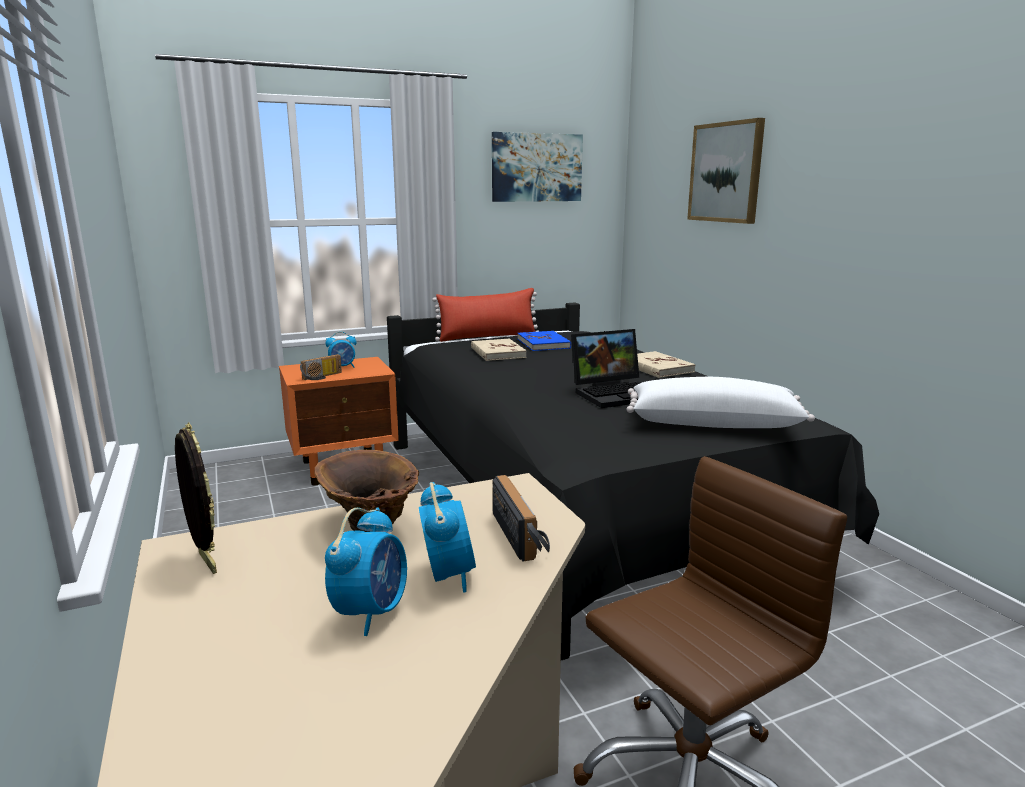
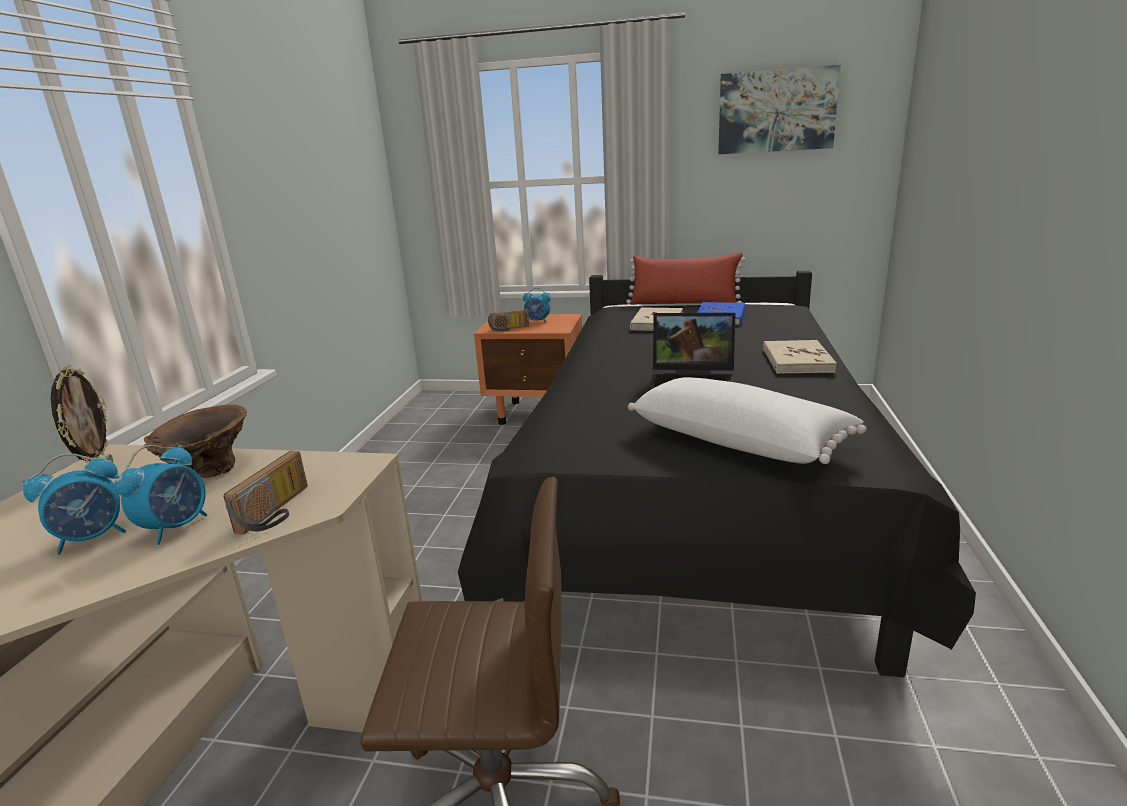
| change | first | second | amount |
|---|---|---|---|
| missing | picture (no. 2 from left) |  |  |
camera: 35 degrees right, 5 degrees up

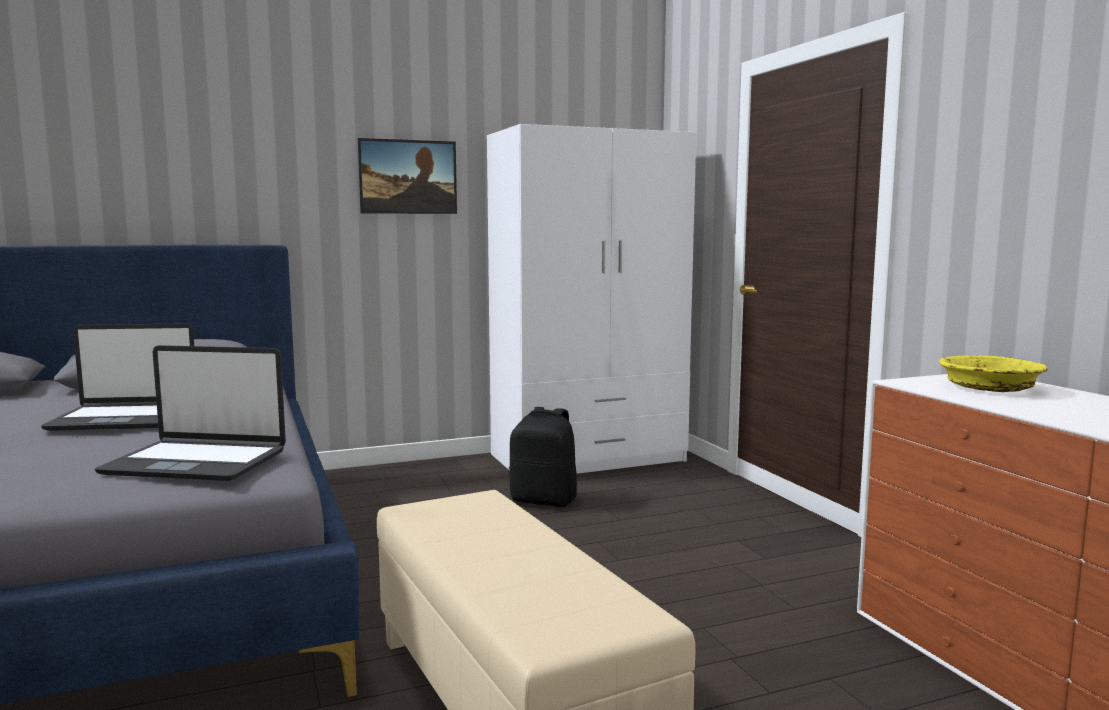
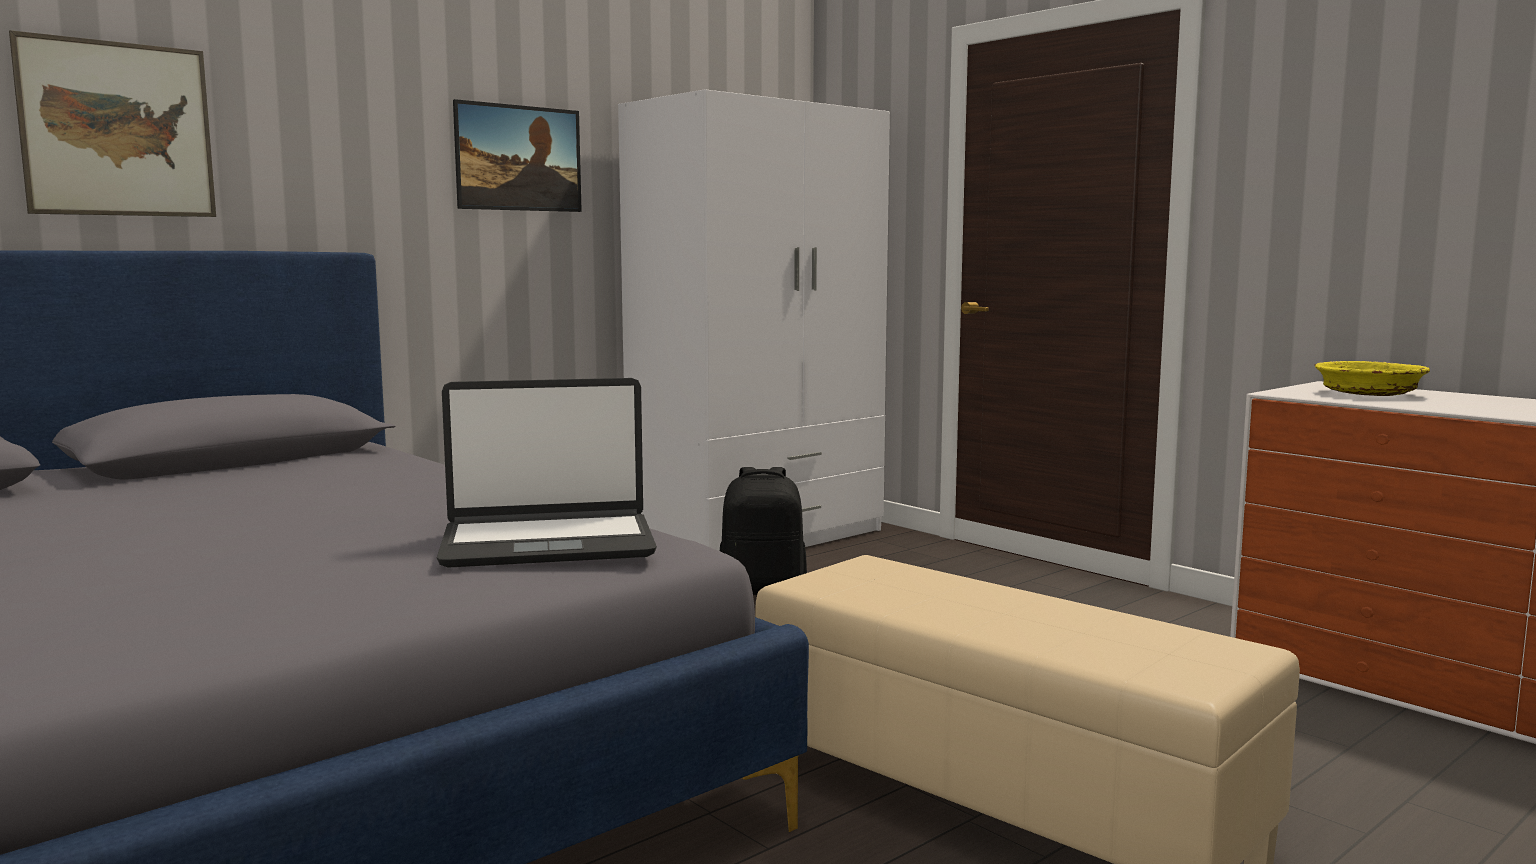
| change | first | second | amount |
|---|---|---|---|
| missing | portable computer (no. 1 from left) |  |  |
| appeared |  | picture (no. 1 from left) |  |
camera: 20 degrees left, 0 degrees up

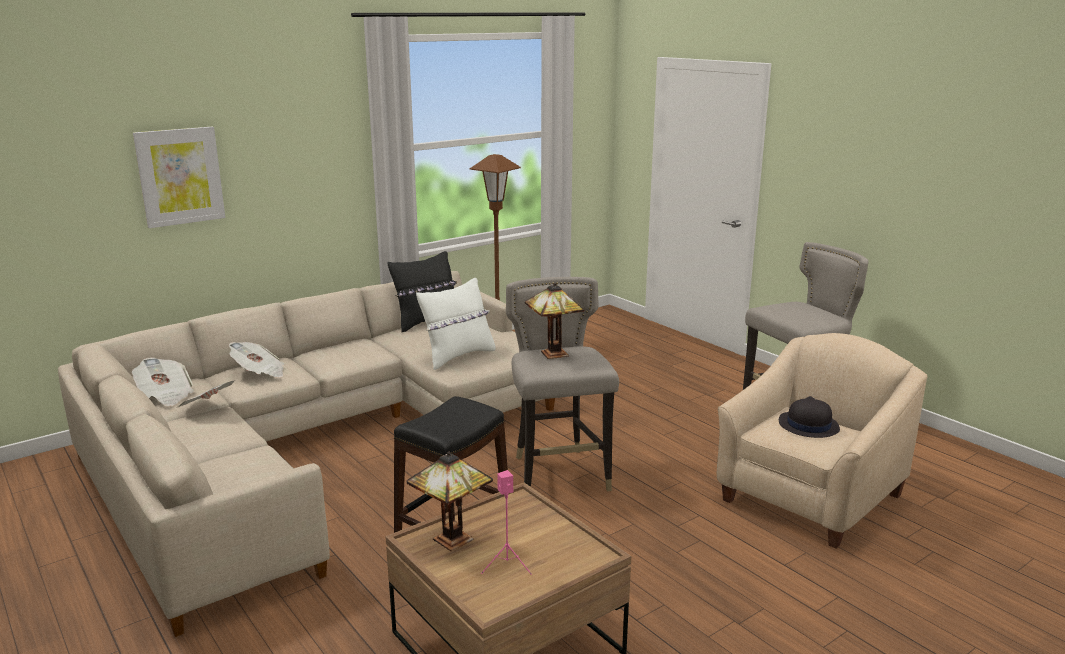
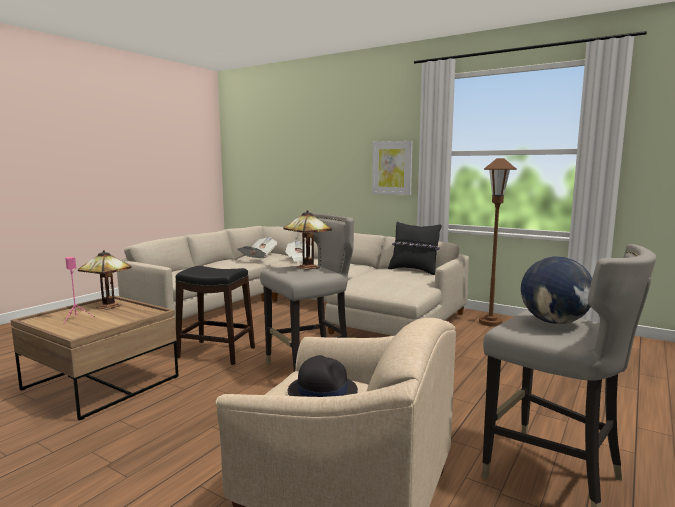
| change | first | second | amount |
|---|---|---|---|
| relocated | picture |  |  |
| missing | throw pillow (white-coloured) |  |  |
| appeared |  | desk globe |  |
camera: 70 degrees right, 10 degrees down

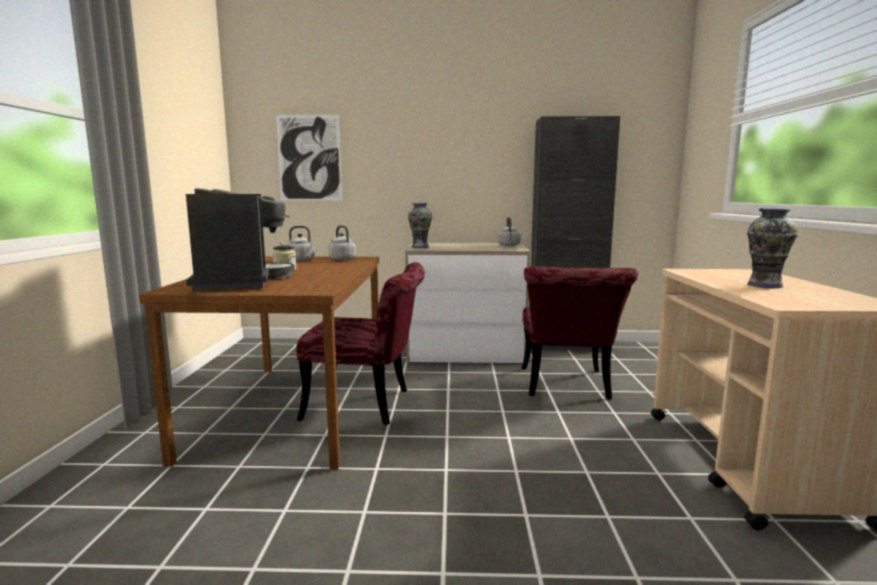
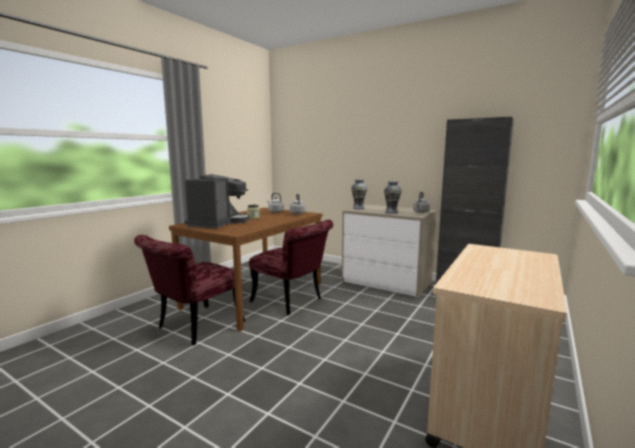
| change | first | second | amount |
|---|---|---|---|
| missing | picture |  |  |
| relocated | decorative vase (no. 2 from left) |  |  |
| relocated | chair (reddish) (no. 2 from left in the first image) | chair (reddish) (no. 1 from left) |  |
camera: 30 degrees right, 0 degrees up

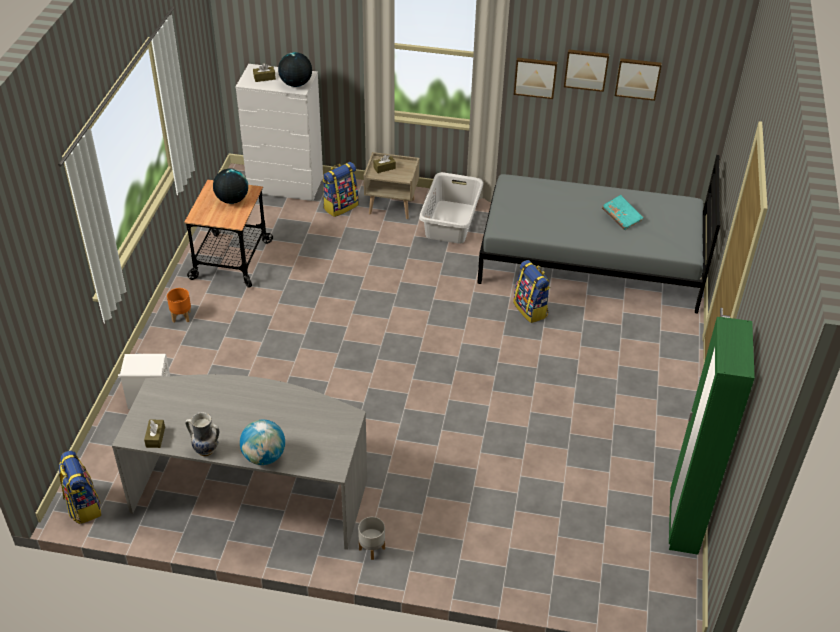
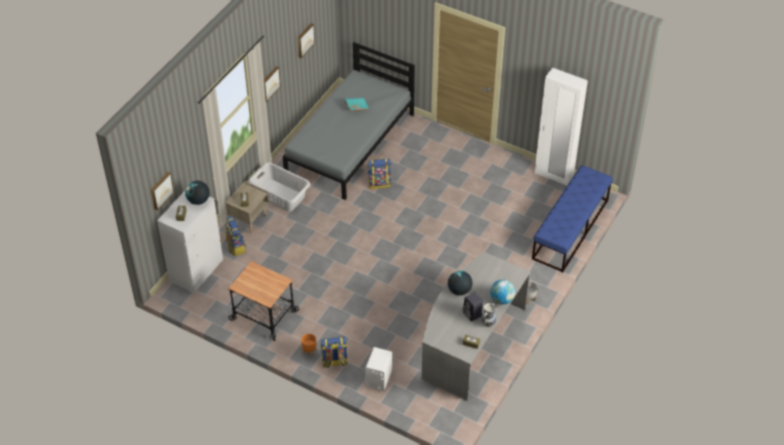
| change | first | second | amount |
|---|---|---|---|
| relocated | picture (no. 2 from left in the first image) | picture (no. 1 from left) |  |
| relocated | desk globe (no. 1 from left in the first image) | desk globe (no. 2 from left) |  |
| colour | clothes cupboard (green) | clothes cupboard (white-coloured) |  |
| relocated | rucksack (no. 1 from left in the first image) | rucksack (no. 2 from left) |  |
| appeared |  | indoor bench (blue) |  |
| appeared |  | audio speaker (black-coloured) |  |
camera: 70 degrees left, 5 degrees up

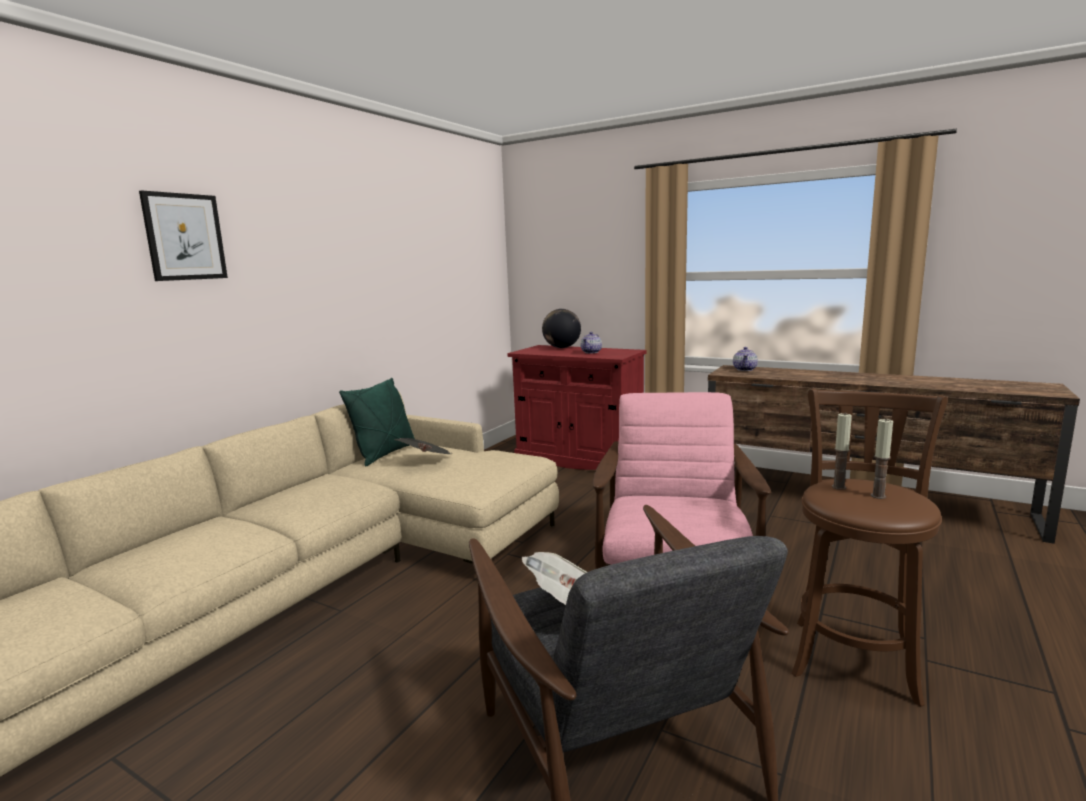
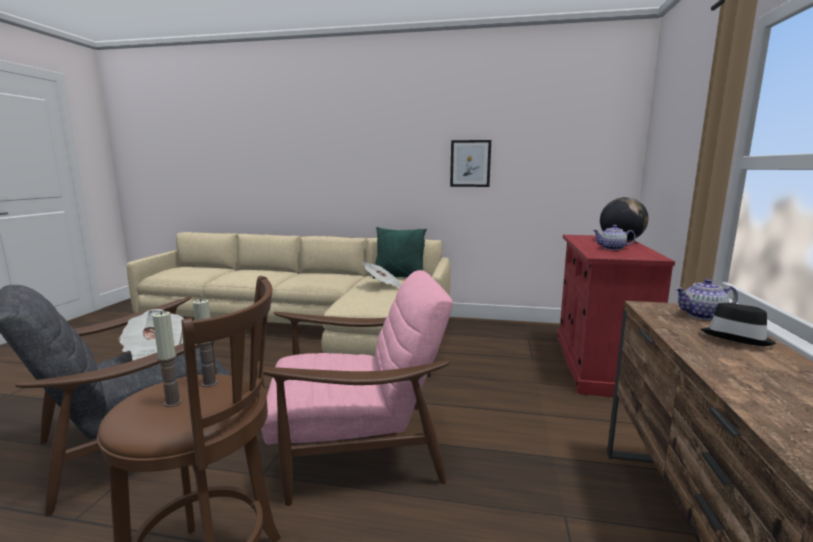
| change | first | second | amount |
|---|---|---|---|
| relocated | picture |  |  |
| appeared |  | hat (black-coloured) |  |
camera: 70 degrees right, 0 degrees up

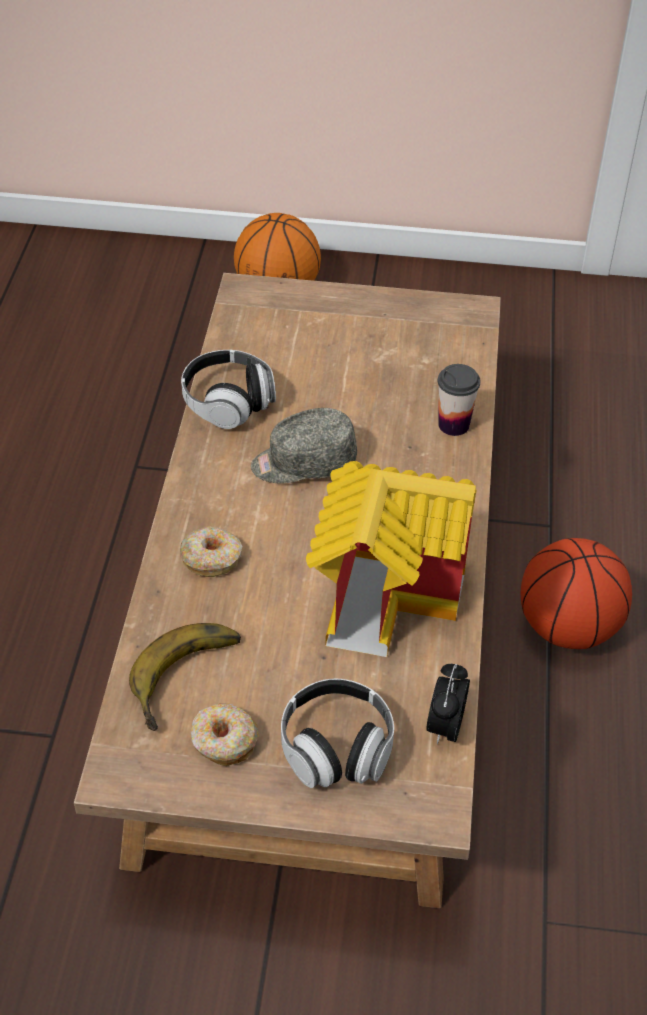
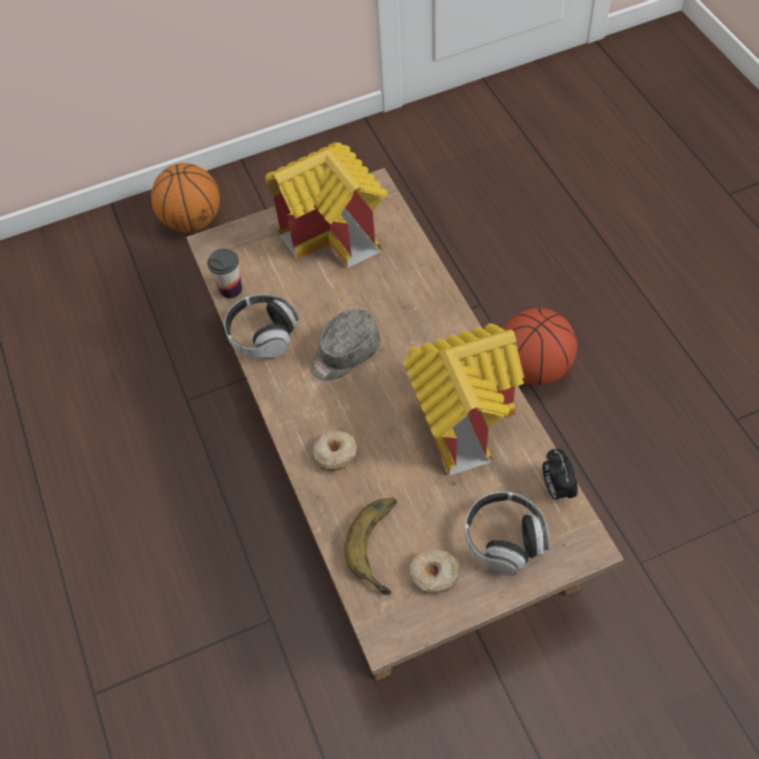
| change | first | second | amount |
|---|---|---|---|
| relocated | cup |  |  |
| appeared |  | model house (no. 1 from left) |  |
camera: 25 degrees left, 10 degrees up

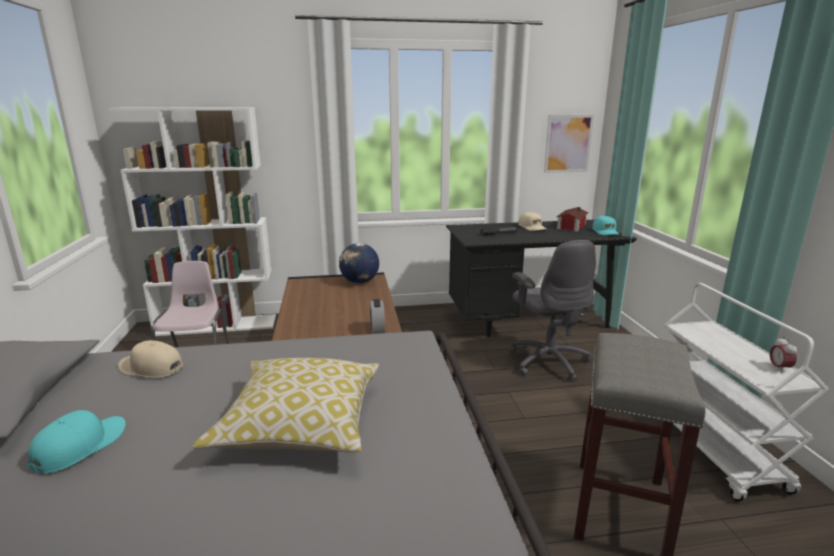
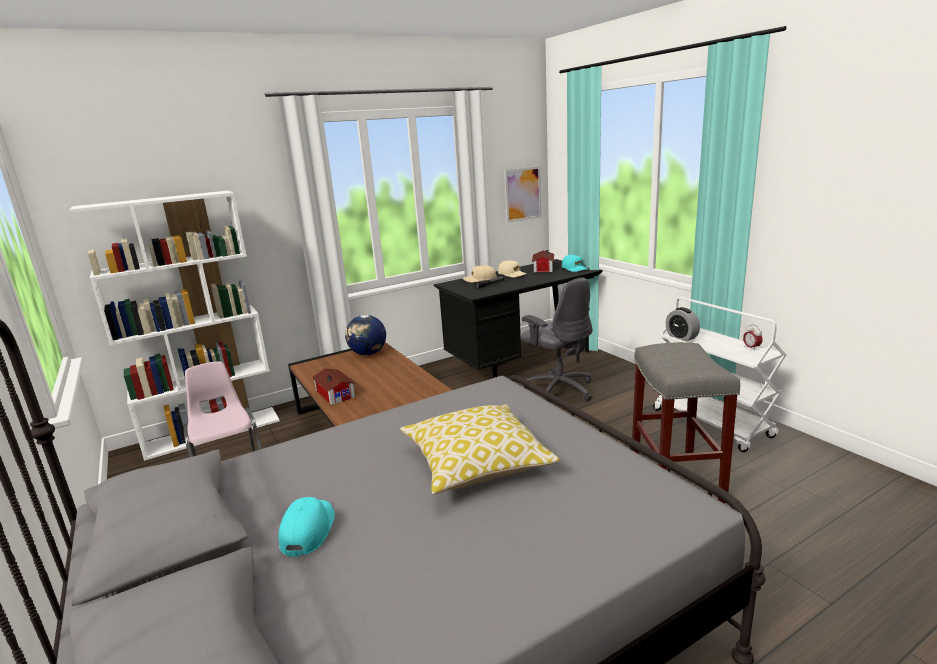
| change | first | second | amount |
|---|---|---|---|
| relocated | table clock (no. 1 from left) |  |  |
| relocated | baseball cap (sand-coloured) (no. 1 from left) |  |  |
| appeared |  | model house (no. 1 from left) |  |
camera: 20 degrees left, 0 degrees up

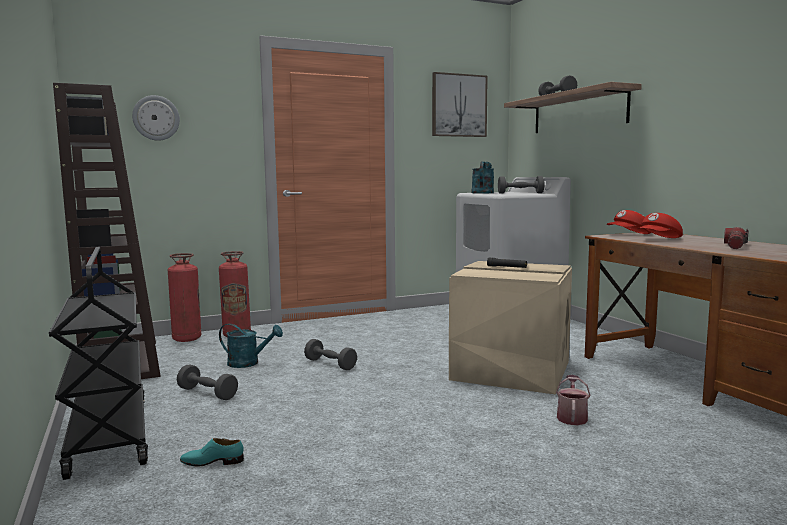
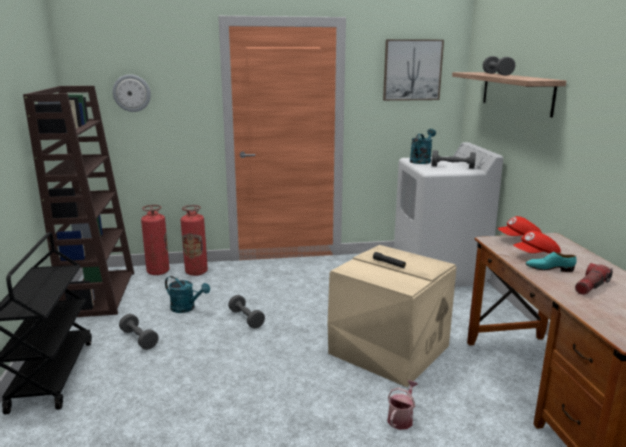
| change | first | second | amount |
|---|---|---|---|
| relocated | shoe (turquoise) |  |  |
camera: 15 degrees right, 10 degrees up

